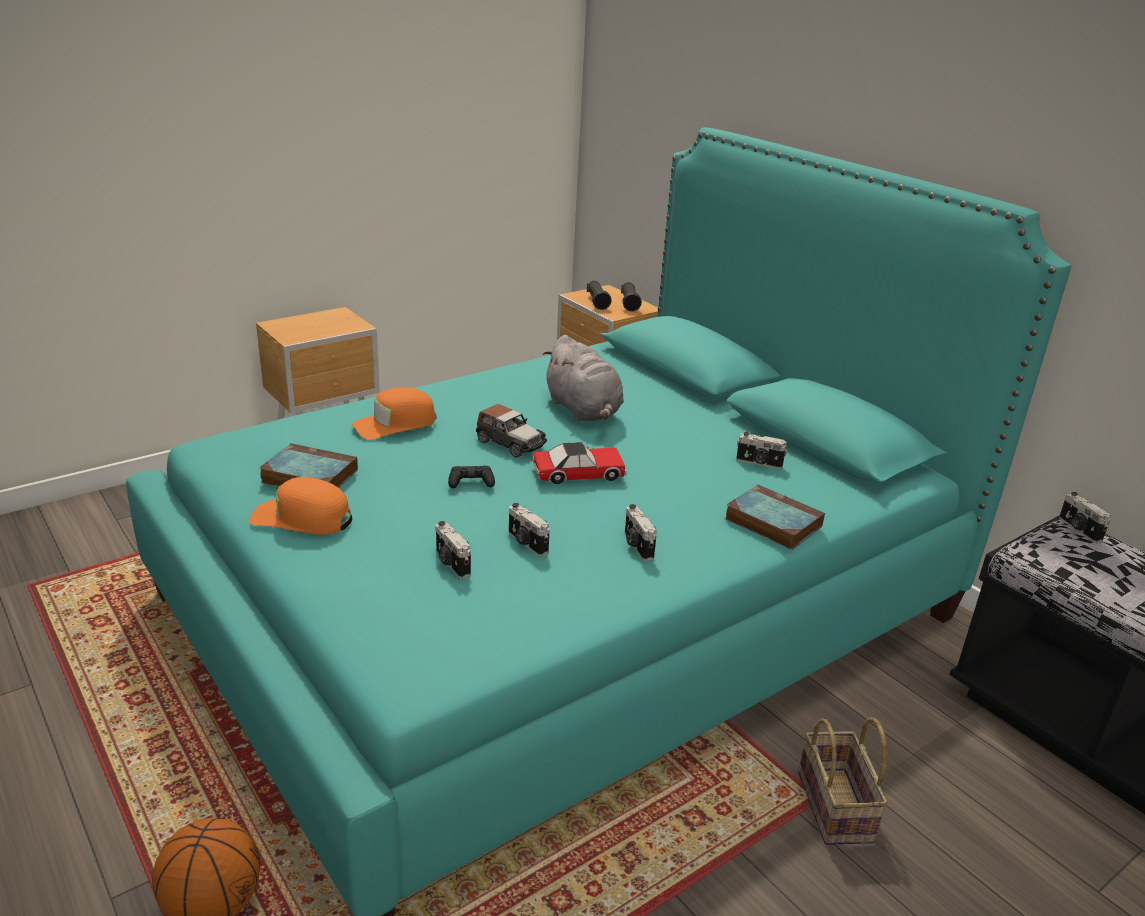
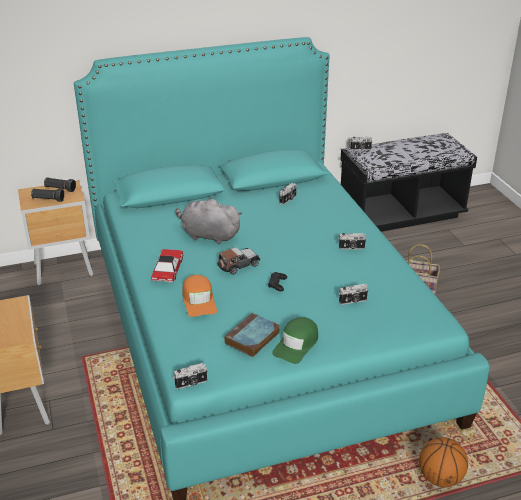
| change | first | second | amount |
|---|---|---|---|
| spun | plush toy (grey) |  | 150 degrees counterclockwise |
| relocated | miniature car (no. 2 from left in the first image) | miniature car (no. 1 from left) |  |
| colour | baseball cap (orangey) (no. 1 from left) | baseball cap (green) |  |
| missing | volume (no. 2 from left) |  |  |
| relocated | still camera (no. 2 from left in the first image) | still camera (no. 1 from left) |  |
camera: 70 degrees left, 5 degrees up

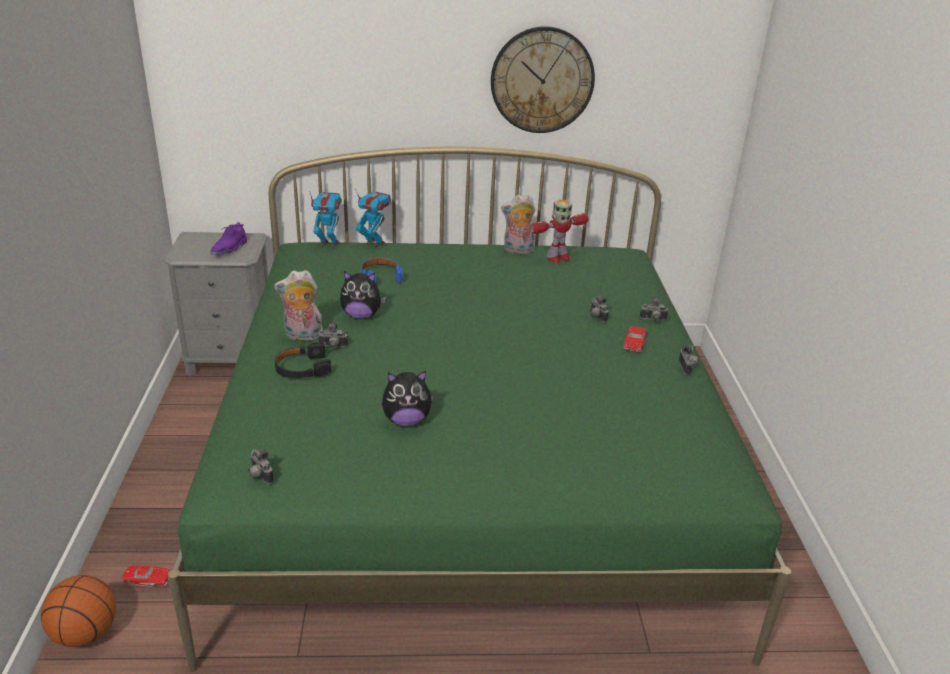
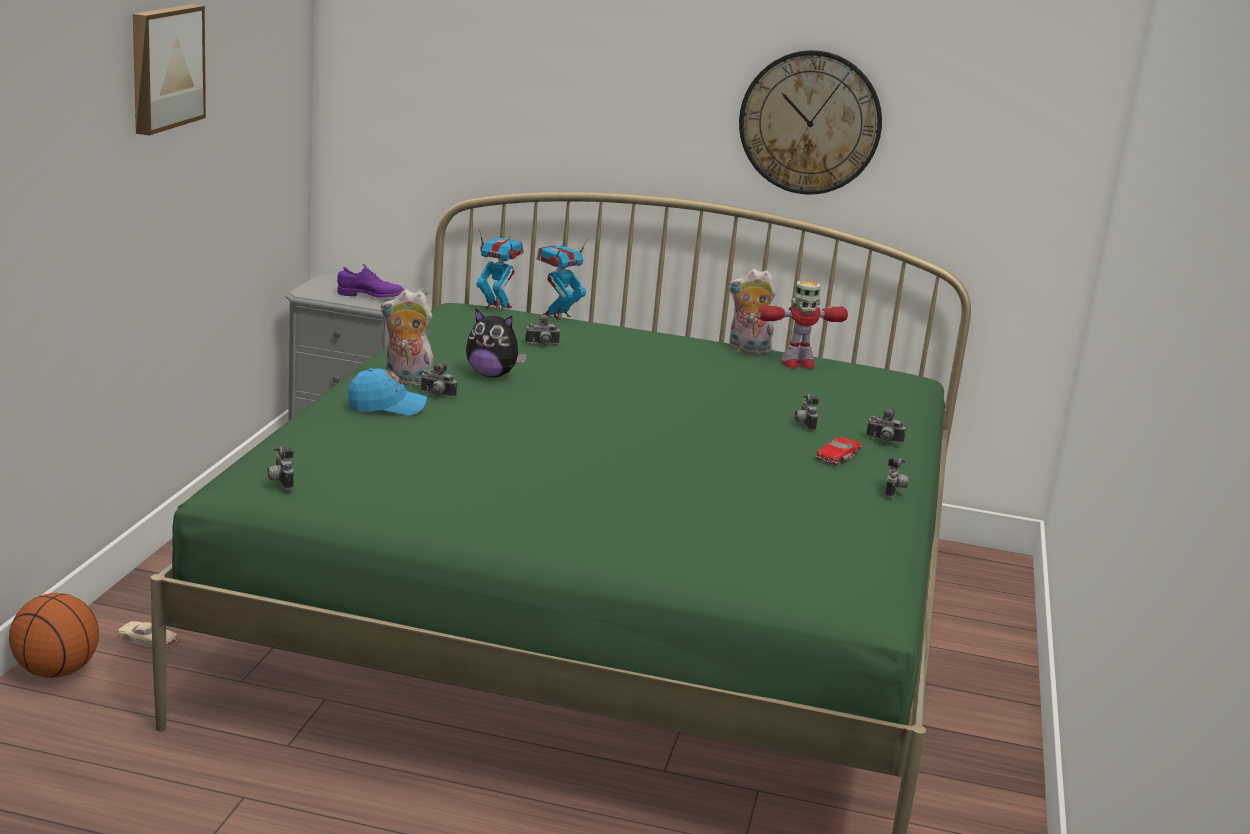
| change | first | second | amount |
|---|---|---|---|
| spun | toy robot (no. 2 from left) |  | 90 degrees counterclockwise |
| spun | shoe (purple-coloured) |  | 120 degrees counterclockwise |
| exchanged | pair of headphones (blue) | still camera (no. 3 from left) |  |
| exchanged | pair of headphones (black-coloured) | baseball cap (blue) |  |
| missing | plush toy (no. 3 from left) |  |  |
| colour | miniature car (reddish) (no. 1 from left) | miniature car (sand-coloured) |  |
| appeared |  | picture |  |
camera: 15 degrees right, 10 degrees down

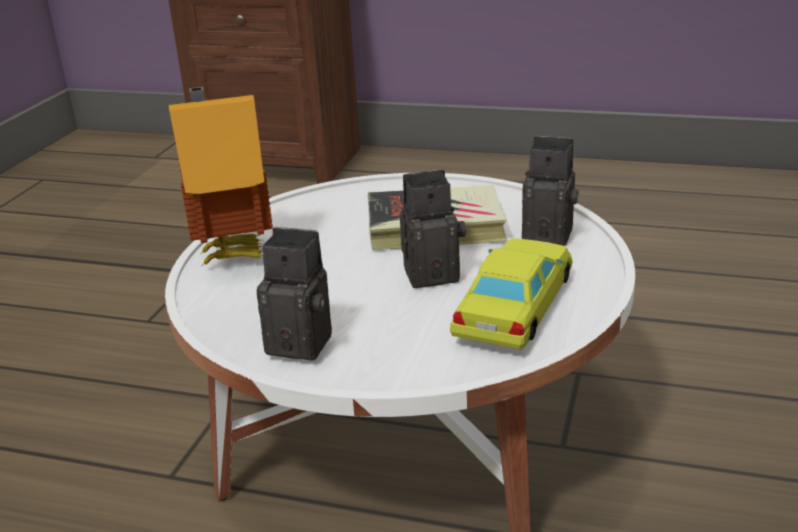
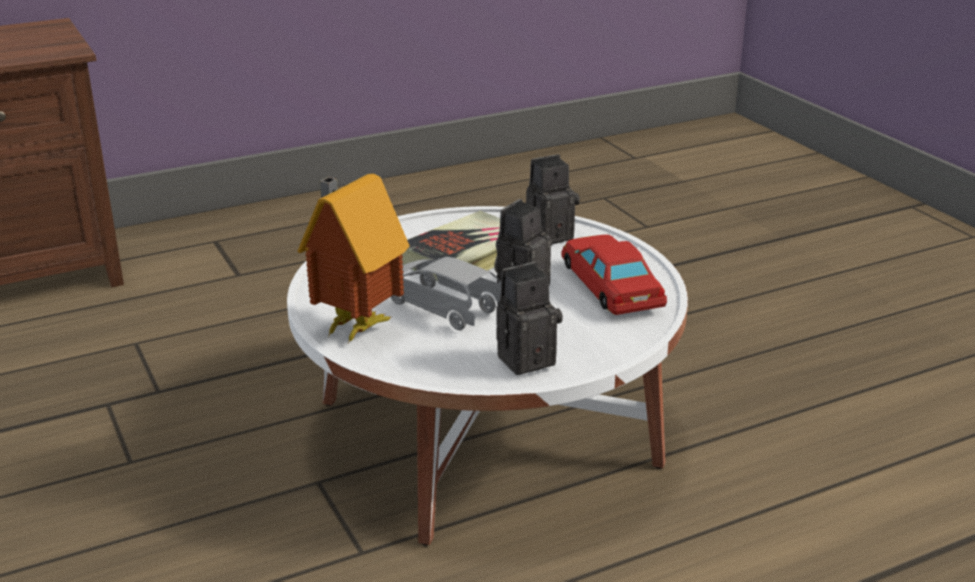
| change | first | second | amount |
|---|---|---|---|
| colour | miniature car (yellow) | miniature car (reddish) |  |
| appeared |  | miniature car (grey) |  |
camera: 45 degrees left, 0 degrees up

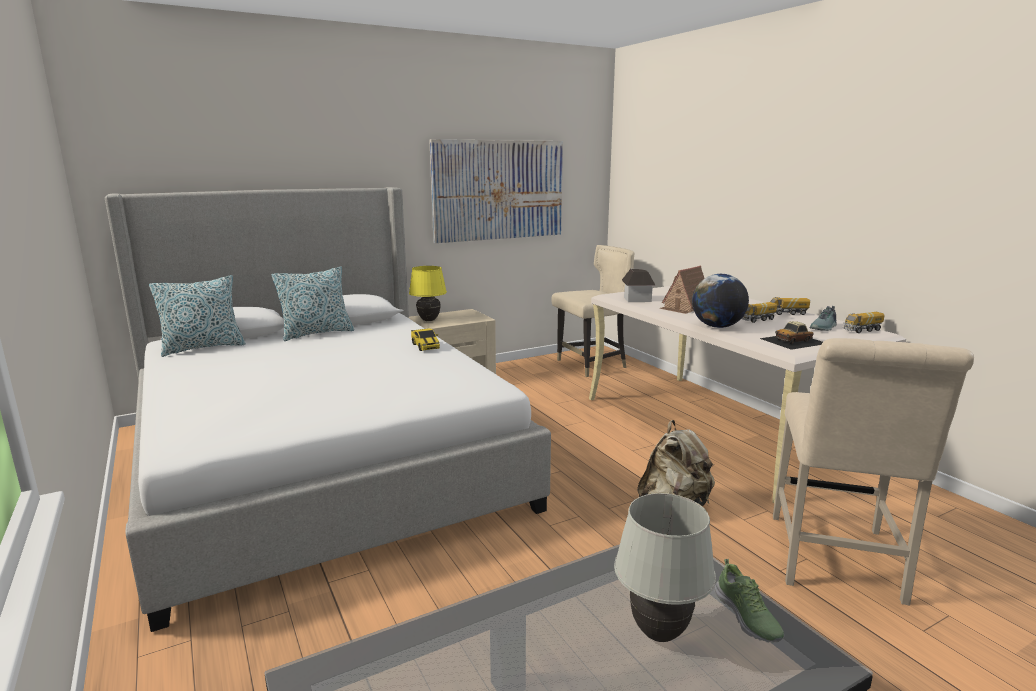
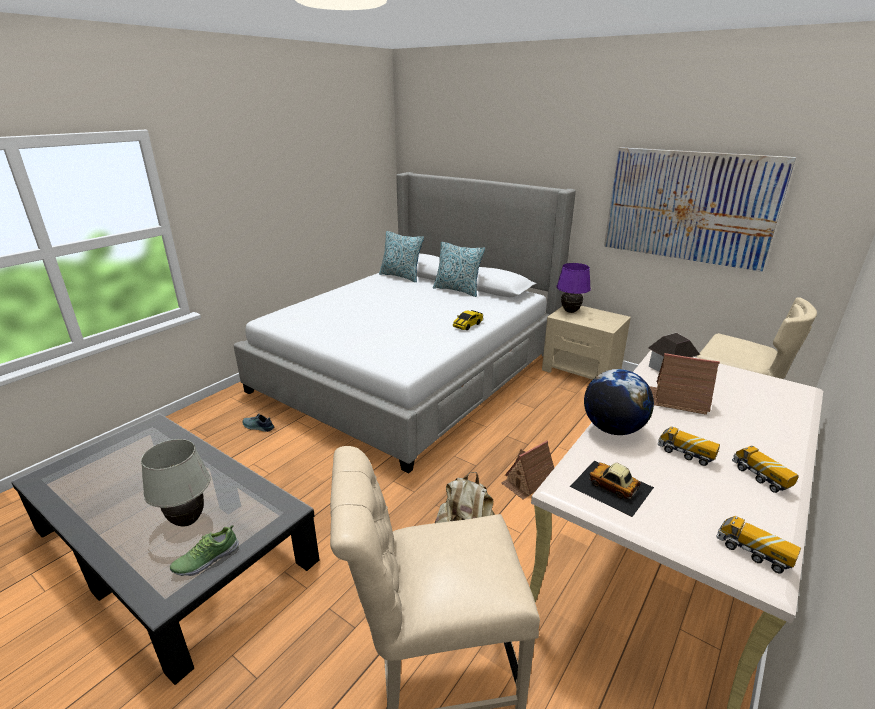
| change | first | second | amount |
|---|---|---|---|
| colour | lamp for a table (yellow) | lamp for a table (purple-coloured) |  |
| relocated | shoe (no. 2 from left) |  |  |
| appeared |  | model house (no. 1 from left) |  |
camera: 65 degrees right, 10 degrees up

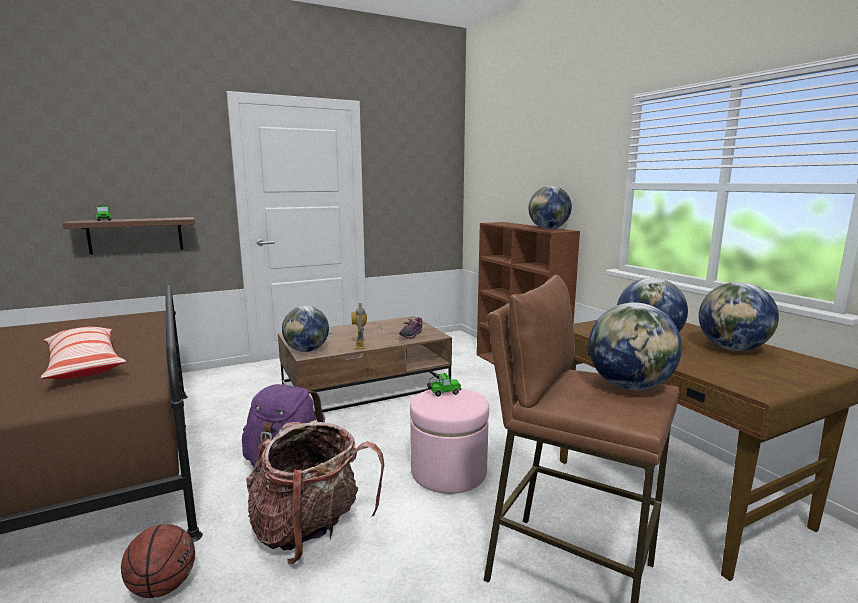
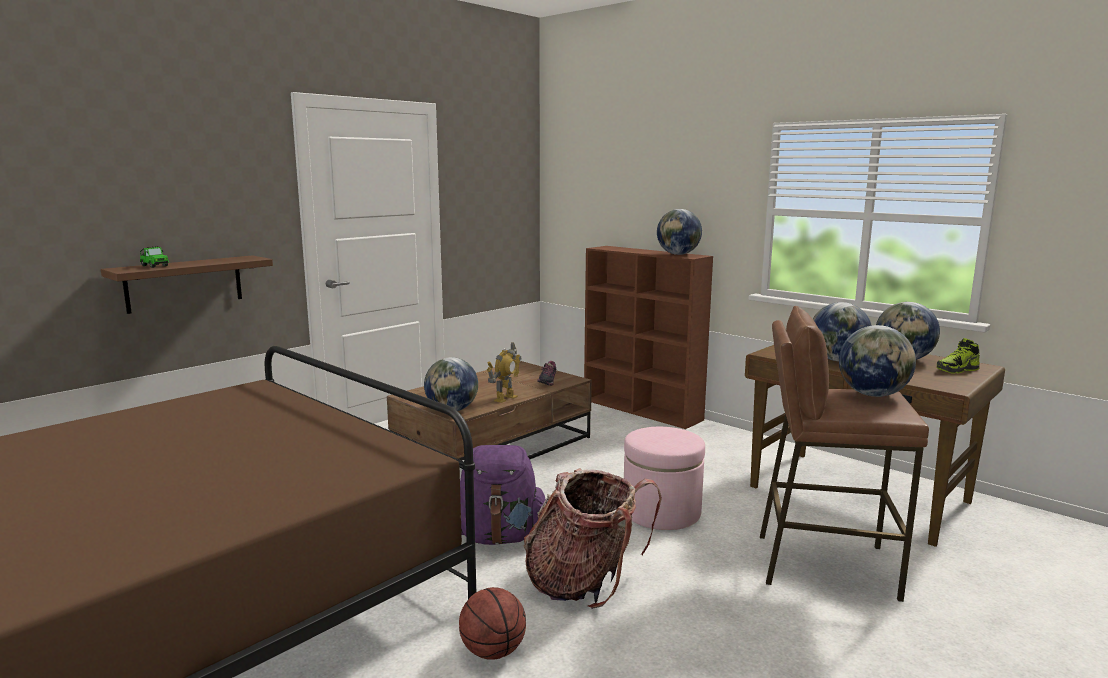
| change | first | second | amount |
|---|---|---|---|
| spun | toy robot |  | 120 degrees counterclockwise |
| missing | throw pillow |  |  |
| missing | miniature car (no. 2 from left) |  |  |
| appeared |  | shoe (no. 2 from left) |  |
camera: 20 degrees left, 0 degrees up

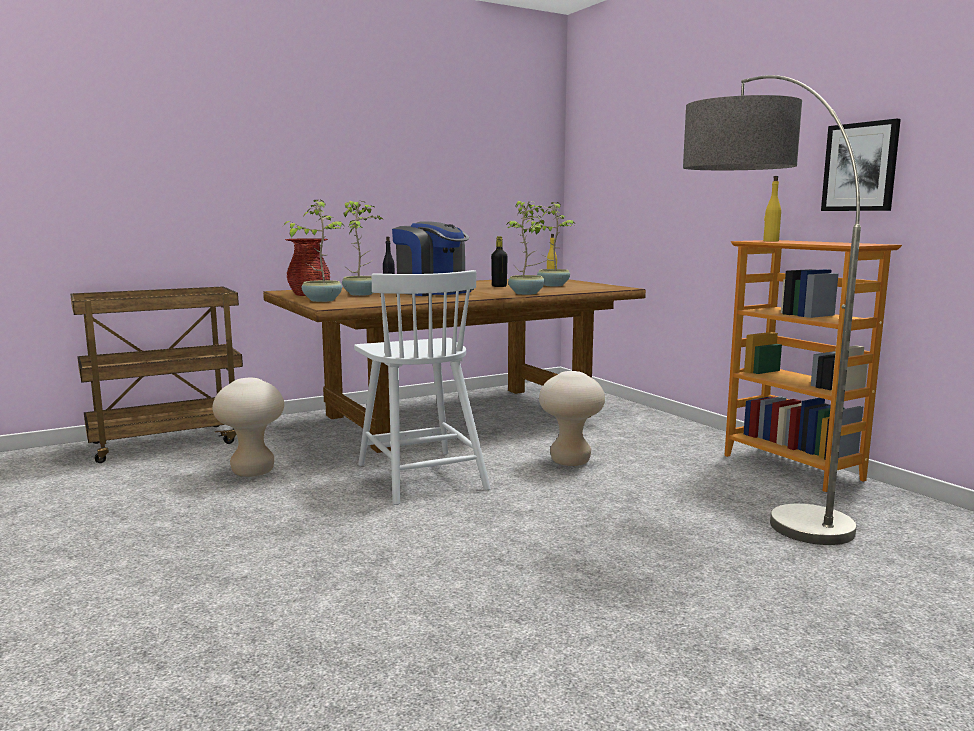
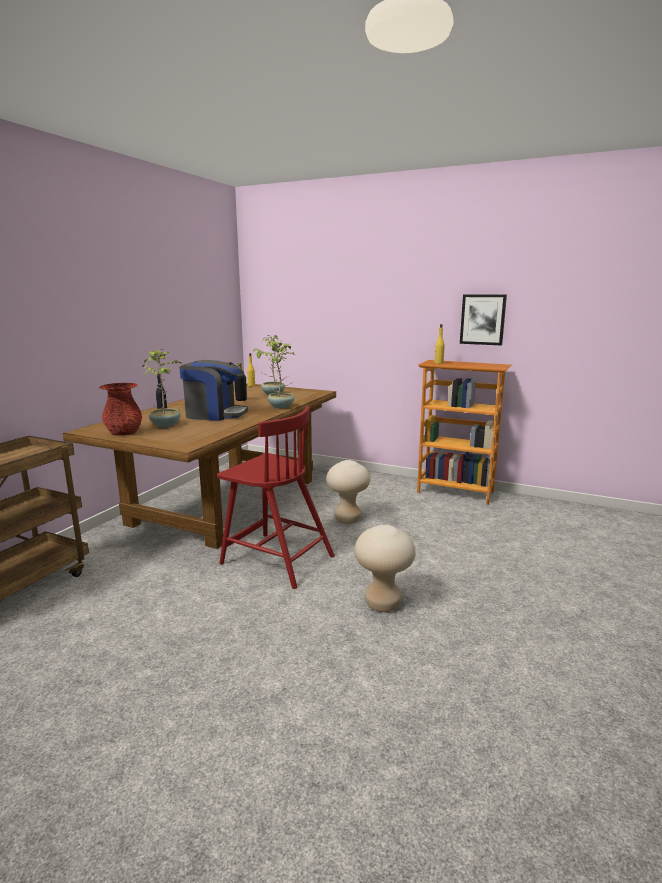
| change | first | second | amount |
|---|---|---|---|
| missing | floor lamp |  |  |
| missing | potted plant (no. 1 from left) |  |  |
| colour | chair (white-coloured) | chair (reddish) |  |
| relocated | stool seat (sand-coloured) (no. 1 from left in the first image) | stool seat (sand-coloured) (no. 2 from left) |  |
camera: 35 degrees left, 5 degrees up

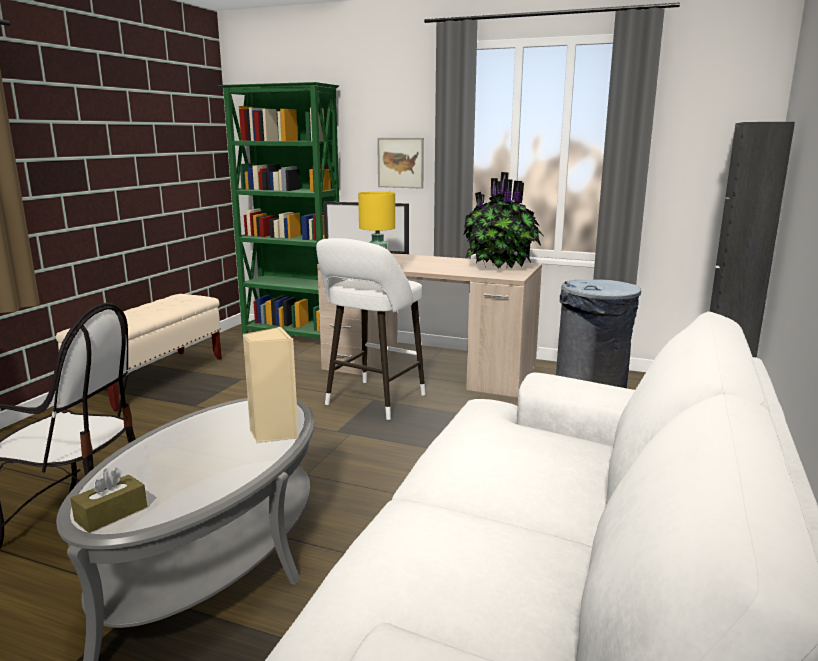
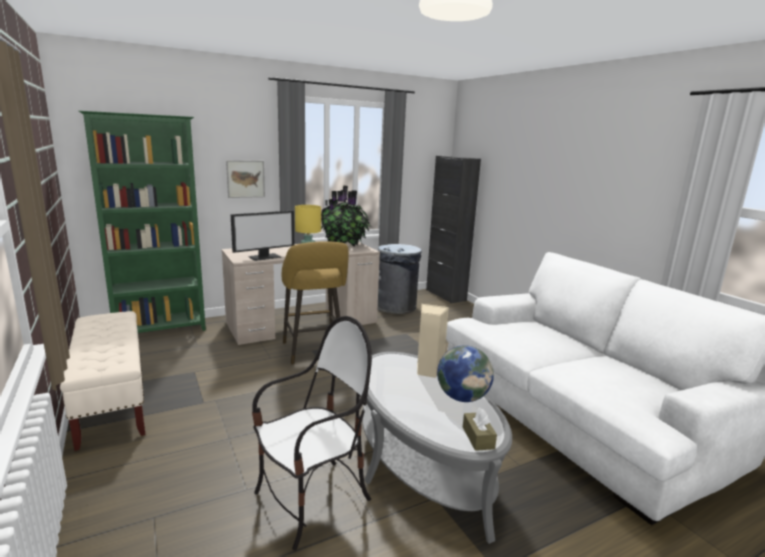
| change | first | second | amount |
|---|---|---|---|
| colour | stool seat (white-coloured) | stool seat (yellow) |  |
| appeared |  | desk globe |  |
camera: 50 degrees left, 0 degrees up

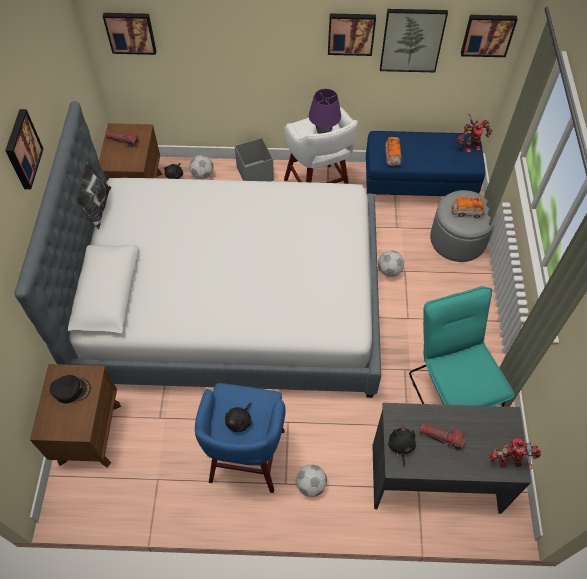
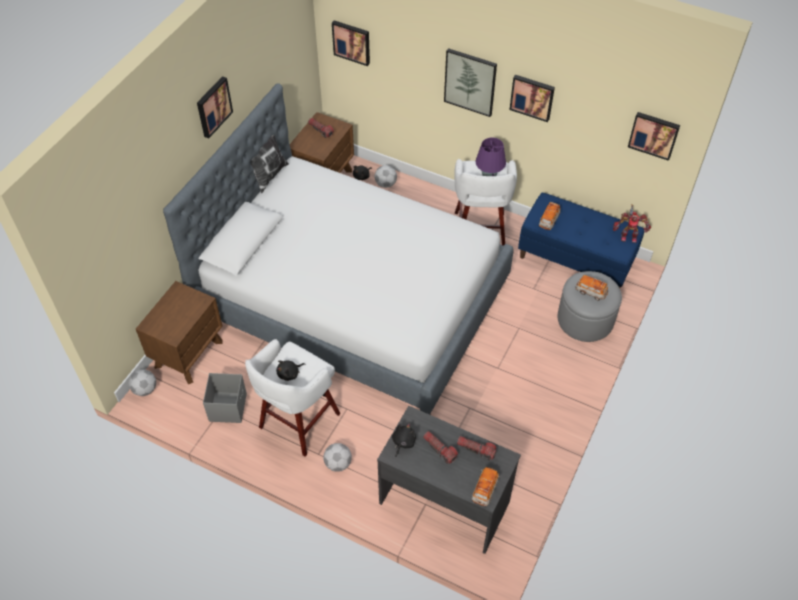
| change | first | second | amount |
|---|---|---|---|
| relocated | picture (no. 4 from left in the first image) | picture (no. 3 from left) |  |
| relocated | storage container (grey) |  |  |
| relocated | ball for football (no. 3 from left in the first image) | ball for football (no. 1 from left) |  |
| missing | chair (turquoise) |  |  |
| missing | baseball cap (black-coloured) |  |  |
| colour | stool seat (blue) | stool seat (white-coloured) (no. 1 from left) |  |
| exchanged | toy robot (no. 2 from left) | miniature car (no. 1 from left) |  |
| appeared |  | hand torch (no. 3 from left) |  |
camera: 25 degrees right, 5 degrees down

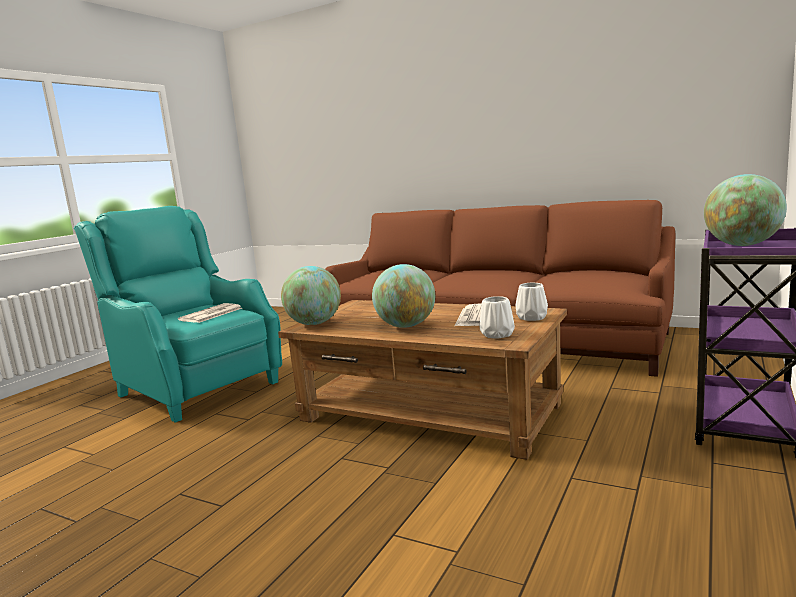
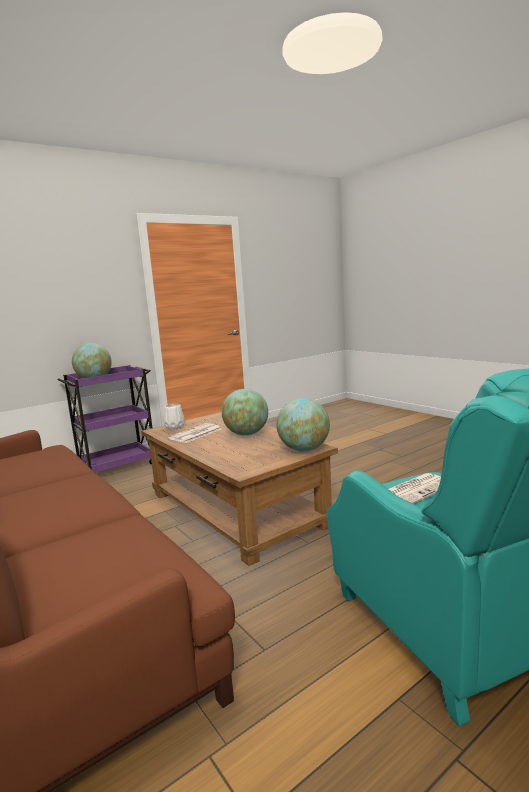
| change | first | second | amount |
|---|---|---|---|
| missing | decorative vase (white-coloured) (no. 1 from left) |  |  |
camera: 155 degrees left, 0 degrees up

